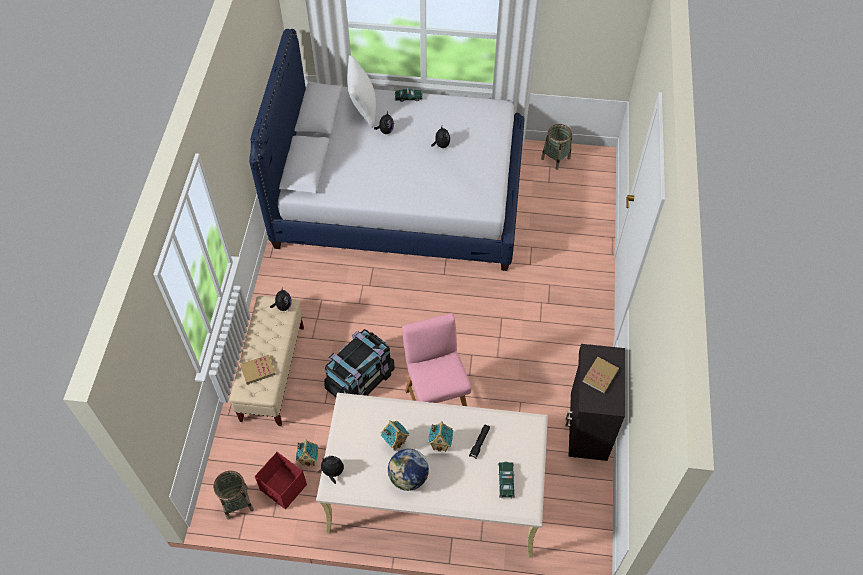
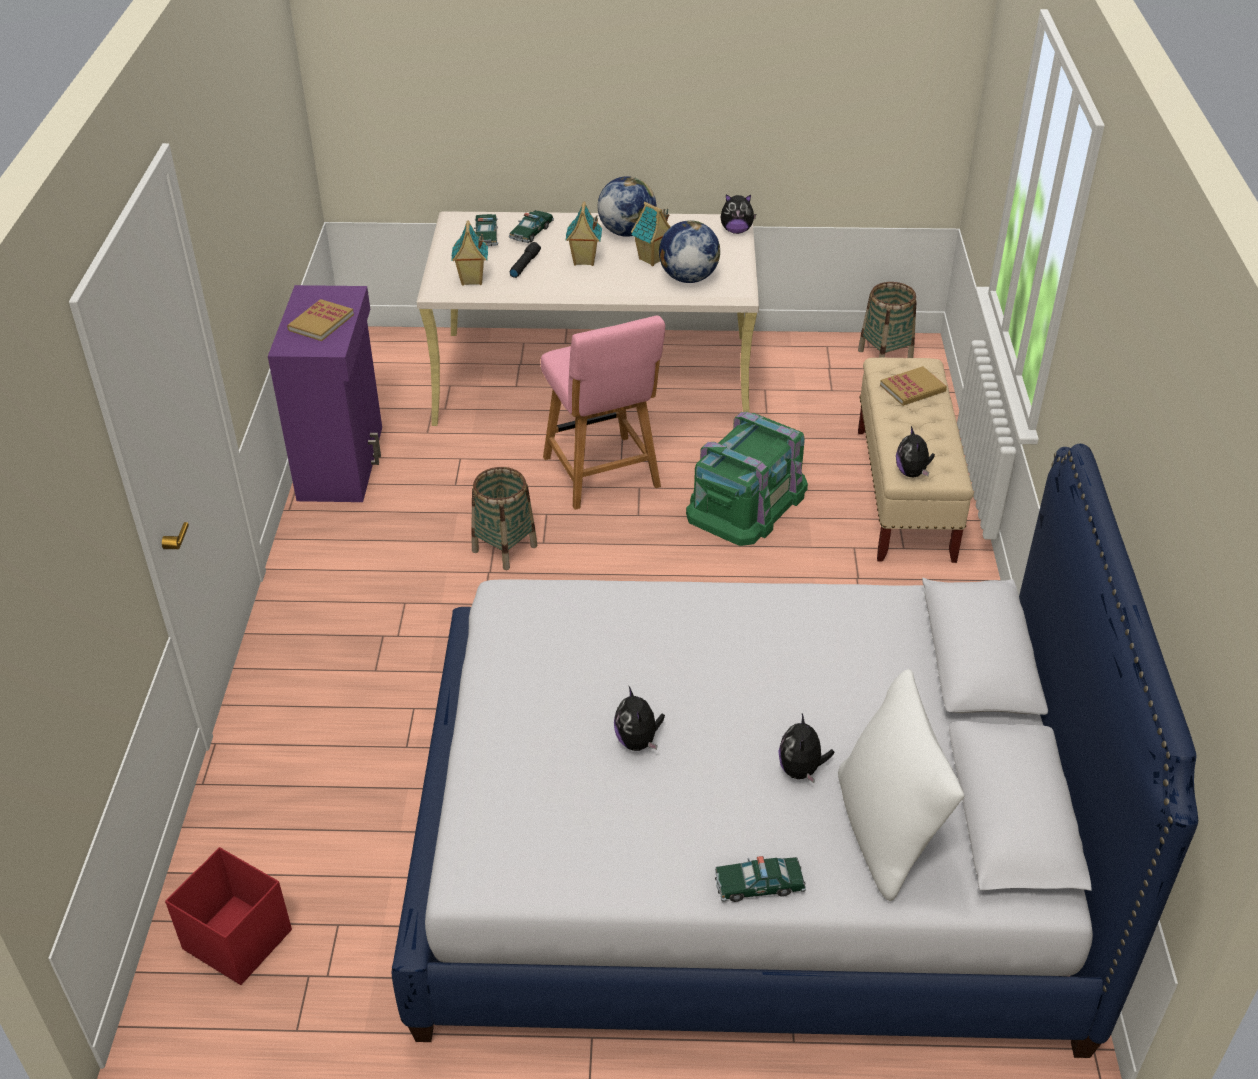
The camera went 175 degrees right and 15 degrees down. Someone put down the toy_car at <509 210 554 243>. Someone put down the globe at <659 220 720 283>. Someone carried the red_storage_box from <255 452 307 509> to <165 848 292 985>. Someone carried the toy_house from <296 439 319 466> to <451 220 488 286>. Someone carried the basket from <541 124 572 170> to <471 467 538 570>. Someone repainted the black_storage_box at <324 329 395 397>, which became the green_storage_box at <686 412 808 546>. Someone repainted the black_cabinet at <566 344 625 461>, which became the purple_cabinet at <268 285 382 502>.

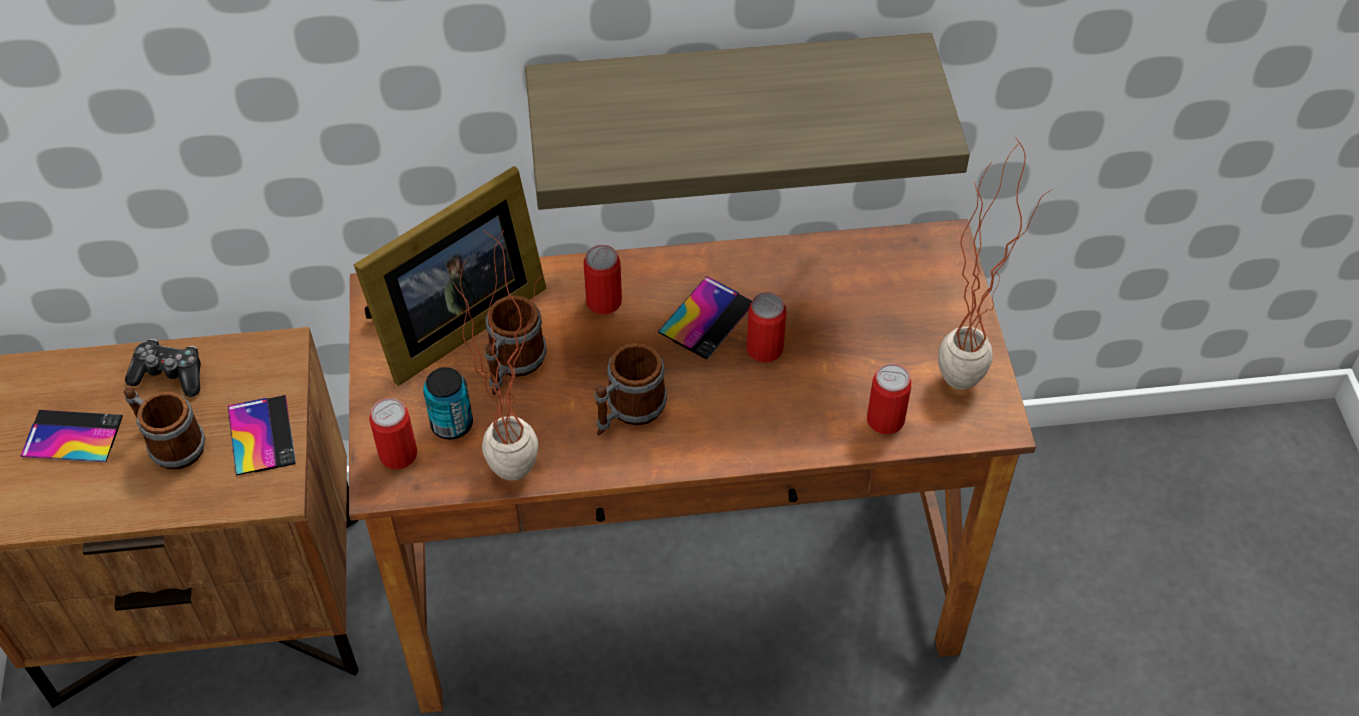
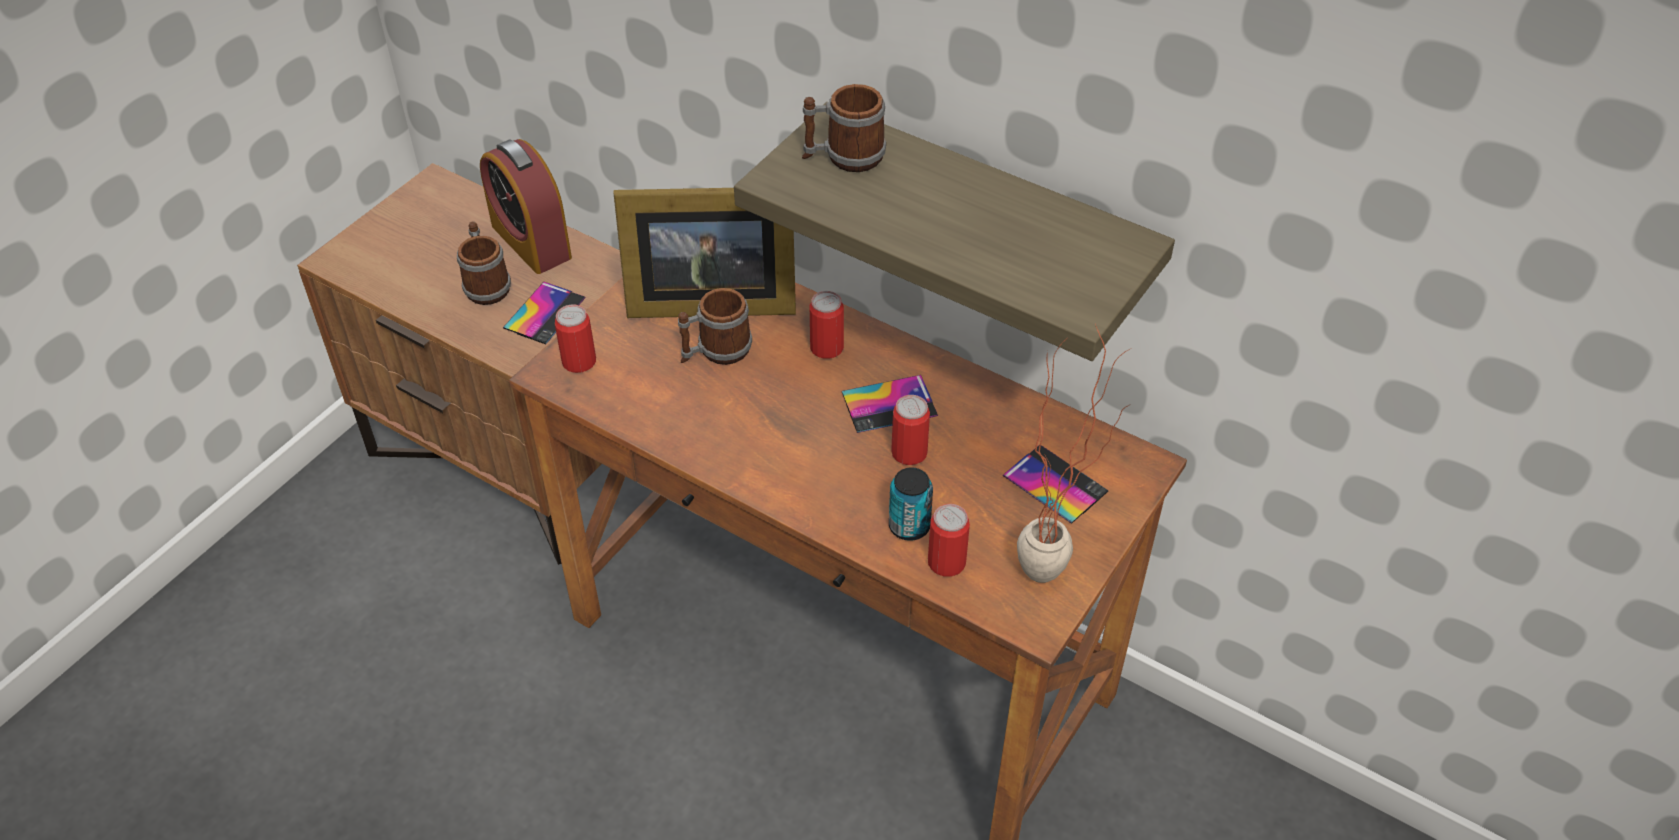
The camera went 40 degrees right and 5 degrees down. Someone took away the potted_plant at <453 231 543 481>. Someone carried the phone from <21 410 123 462> to <1003 445 1108 524>. Someone carried the can from <423 367 473 440> to <889 468 933 541>. Someone carried the mug from <595 343 667 435> to <802 84 886 172>. Someone swapped the game_controller at <125 339 201 397> for the alarm_clock at <480 139 572 274>.

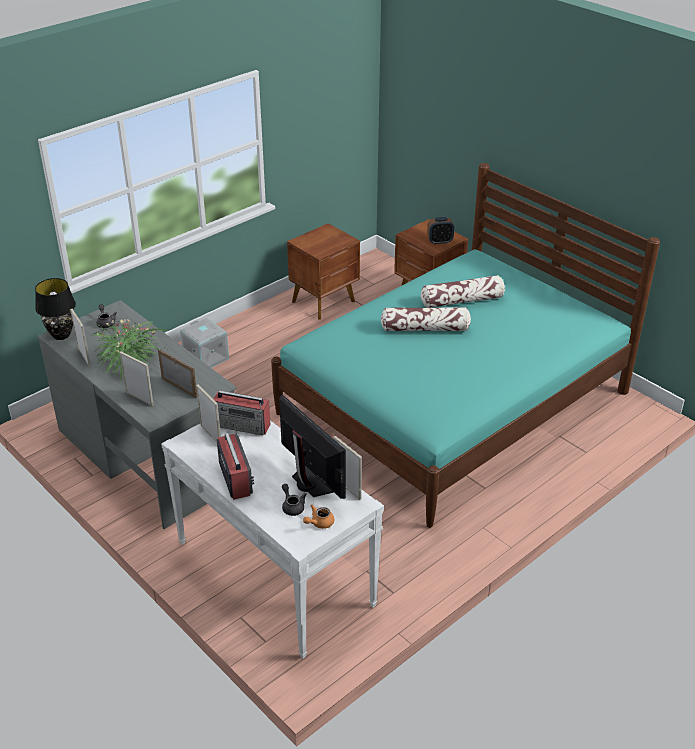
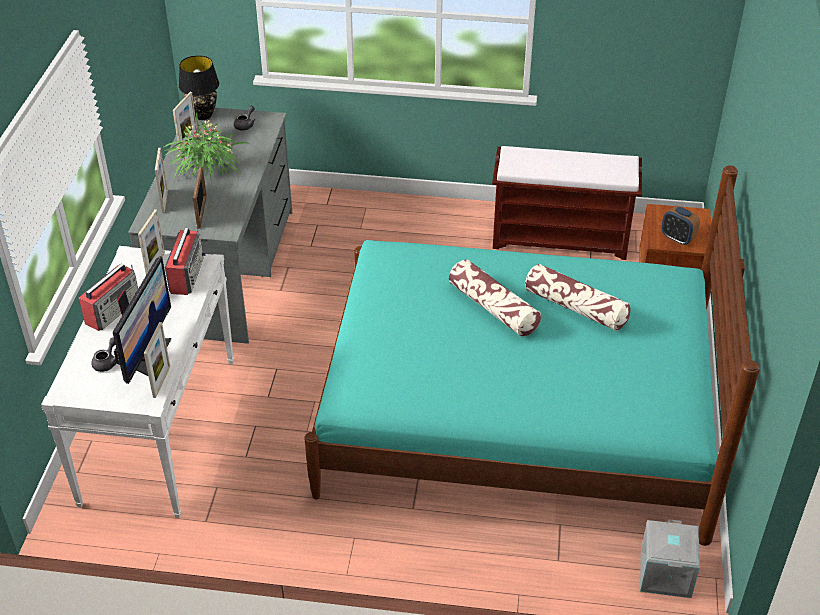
The camera went 50 degrees right and 5 degrees up. Someone took away the orange_teapot at <303 505 334 529>. Someone carried the grey_storage_box from <180 318 229 368> to <640 519 700 598>. Someone swapped the brown_nightstand at <287 223 360 319> for the brown_bench at <492 146 642 260>. Someone rotated the radio at <213 390 271 435> by 150 degrees counterclockwise.

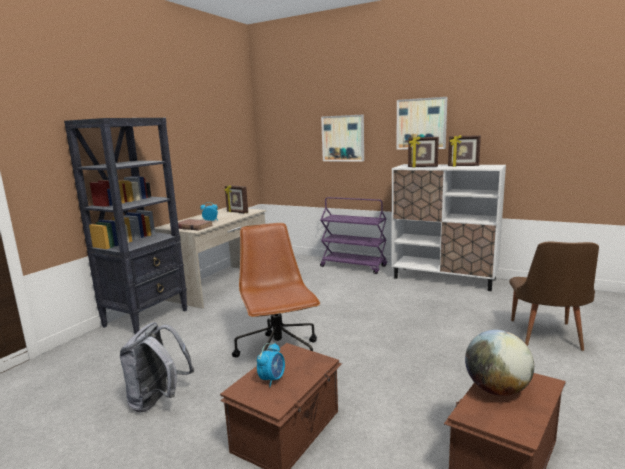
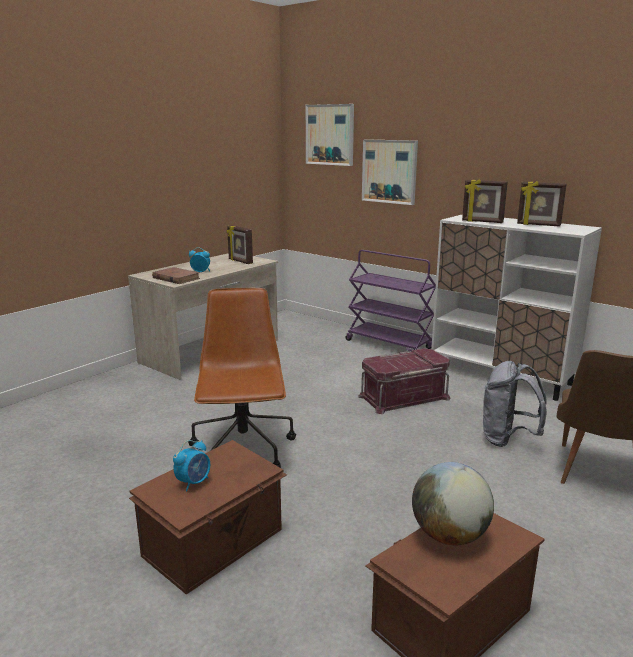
The camera went 10 degrees right and 5 degrees up. Someone took away the black_bookcase at <64 118 188 334>. Someone put down the red_storage_box at <358 348 450 414>. Someone carried the grey_backpack from <120 322 194 412> to <483 361 547 447>. Someone carried the picture from <396 97 447 149> to <306 104 354 166>.

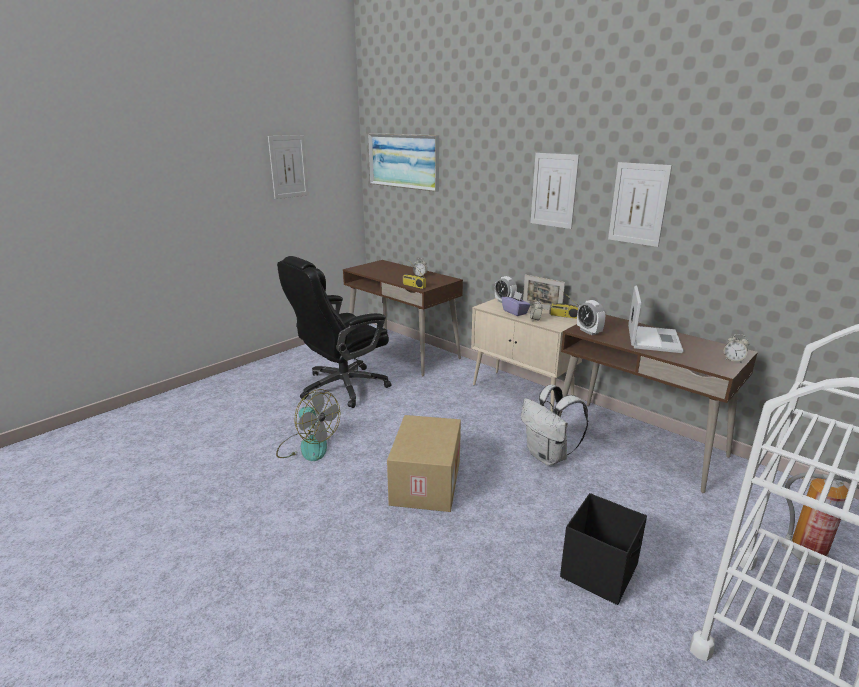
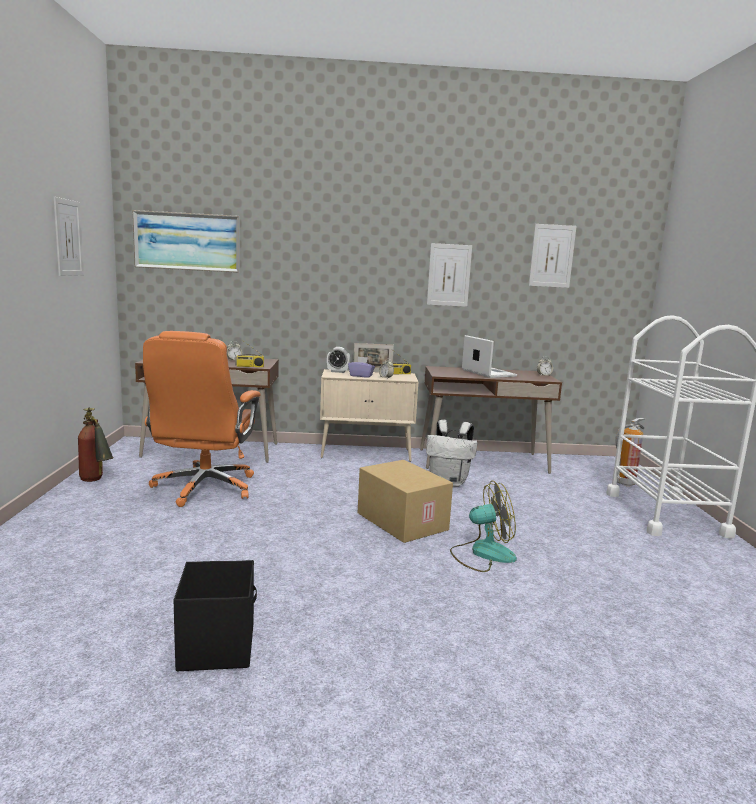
The camera went 45 degrees left and 10 degrees down. Someone took away the alarm_clock at <577 300 605 335>. Someone put down the fire_extinguisher at <78 407 113 482>. Someone carried the fan from <276 389 340 461> to <450 481 517 572>. Someone carried the picture from <531 153 579 229> to <529 224 577 288>. Someone carried the black_storage_box from <560 493 647 605> to <174 560 257 671>. Someone repainted the black_office_chair at <277 256 391 408>, which became the orange_office_chair at <143 331 261 507>.

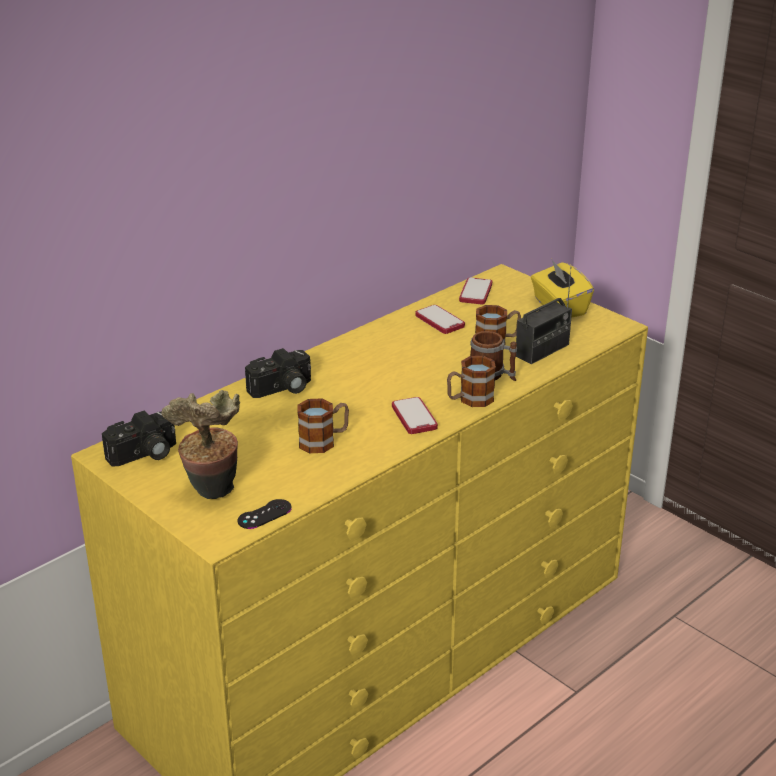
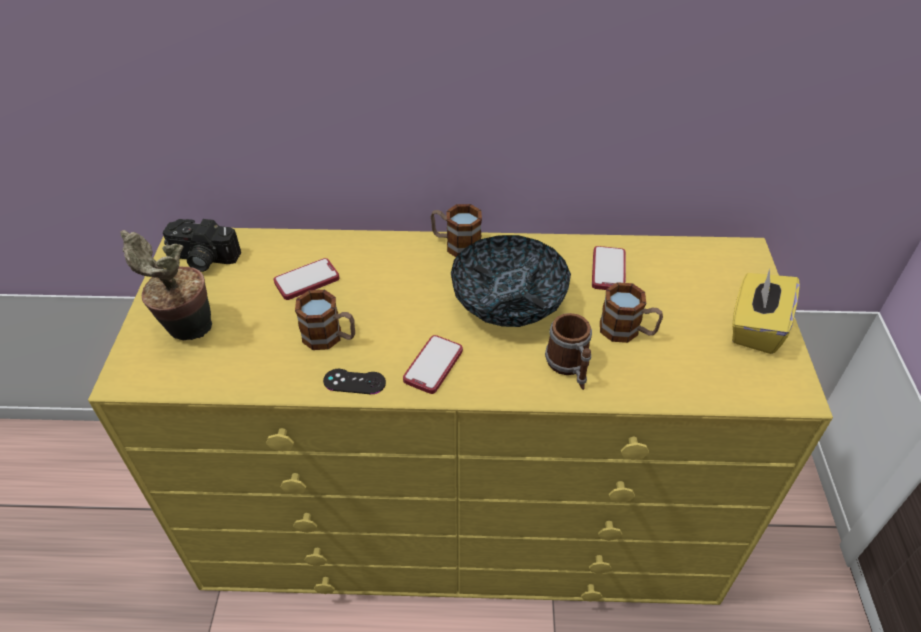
The camera went 45 degrees right and 15 degrees up. Someone took away the photo_camera at <245 348 311 398>. Someone took away the radio at <516 267 572 364>. Someone put down the bowl at <451 235 571 327>. Someone carried the black_game_controller from <238 499 292 529> to <323 369 386 394>. Someone carried the mug from <447 356 496 407> to <431 204 482 257>. Someone carried the phone from <459 277 492 304> to <274 258 339 300>.

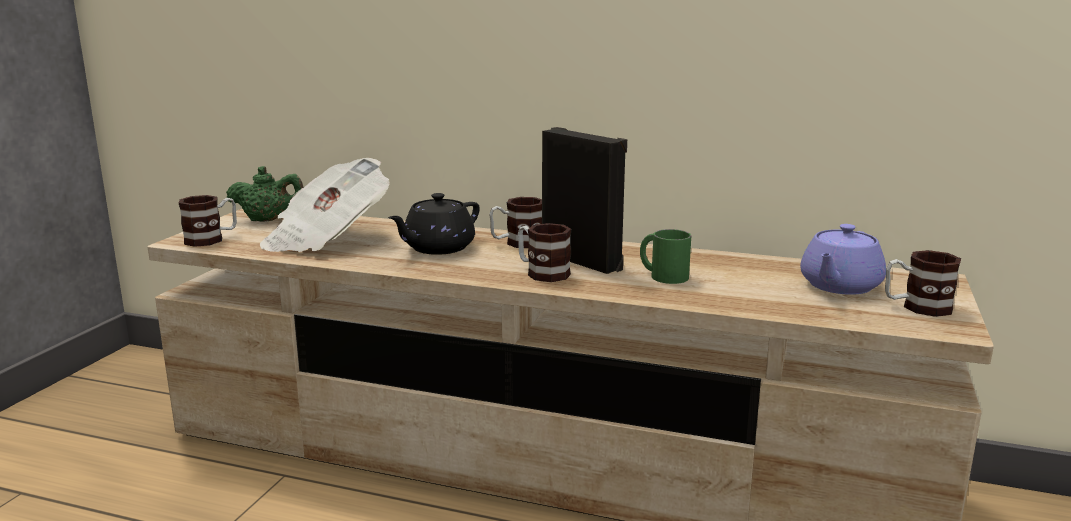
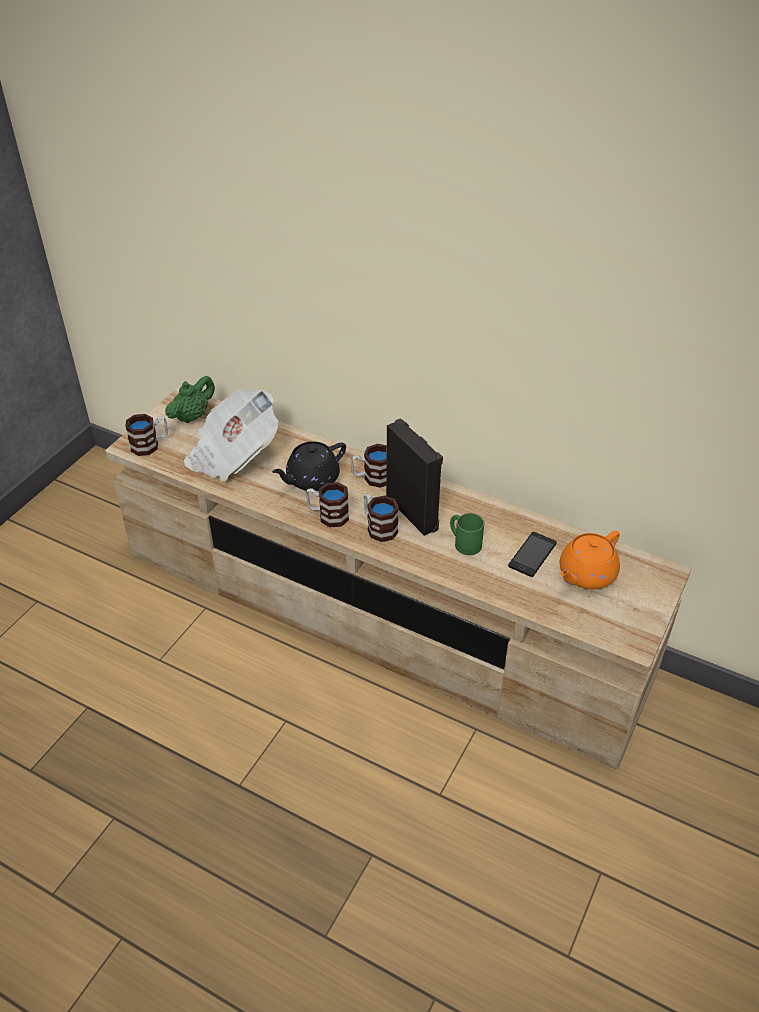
The camera went 10 degrees right and 25 degrees up. Someone put down the phone at <508 532 557 577>. Someone carried the mug from <885 250 961 317> to <306 482 349 527>. Someone repainted the purple_teapot at <800 224 886 295>, which became the orange_teapot at <560 530 620 589>. Someone rotated the green_teapot at <226 166 303 222> by 60 degrees counterclockwise.

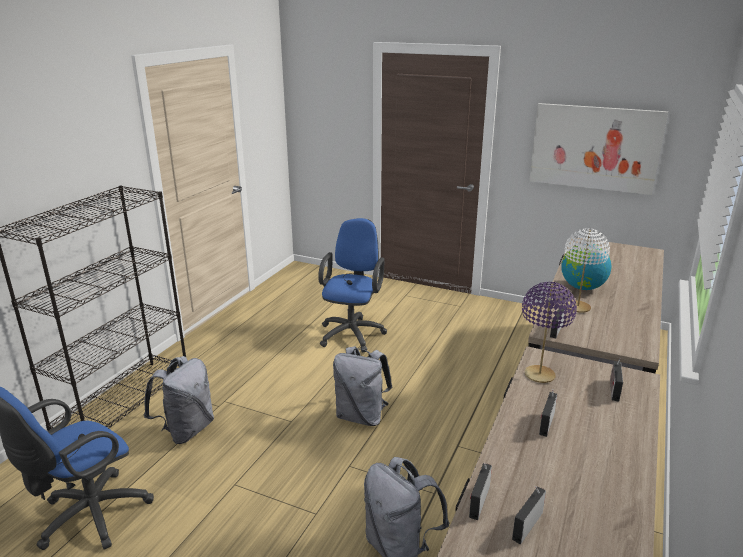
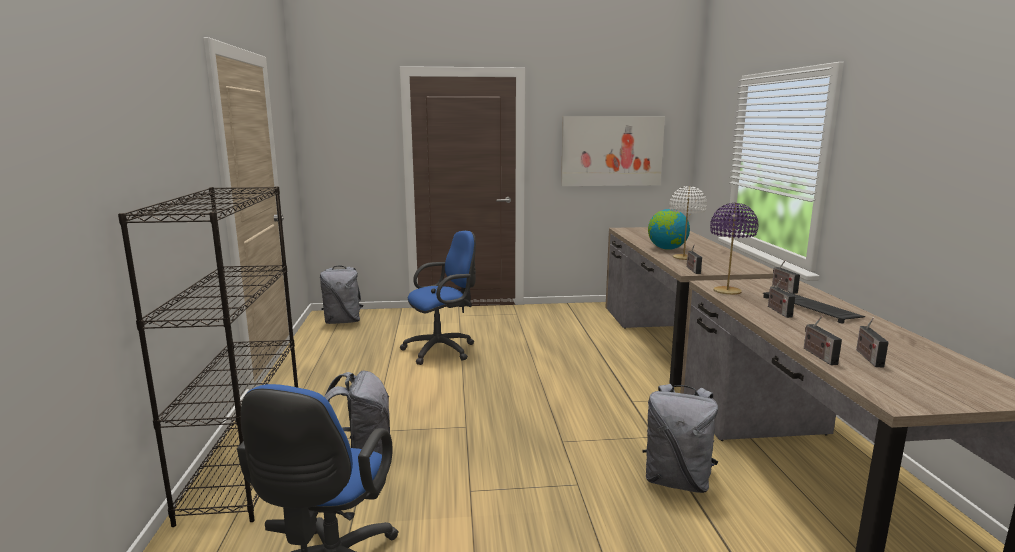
The camera went 30 degrees left and 10 degrees down. Someone put down the keyboard at <763 292 865 324>. Someone carried the grey_backpack from <333 346 392 426> to <320 266 363 324>. Someone rotated the blue_office_chair at <318 218 387 352> by 75 degrees clockwise.

